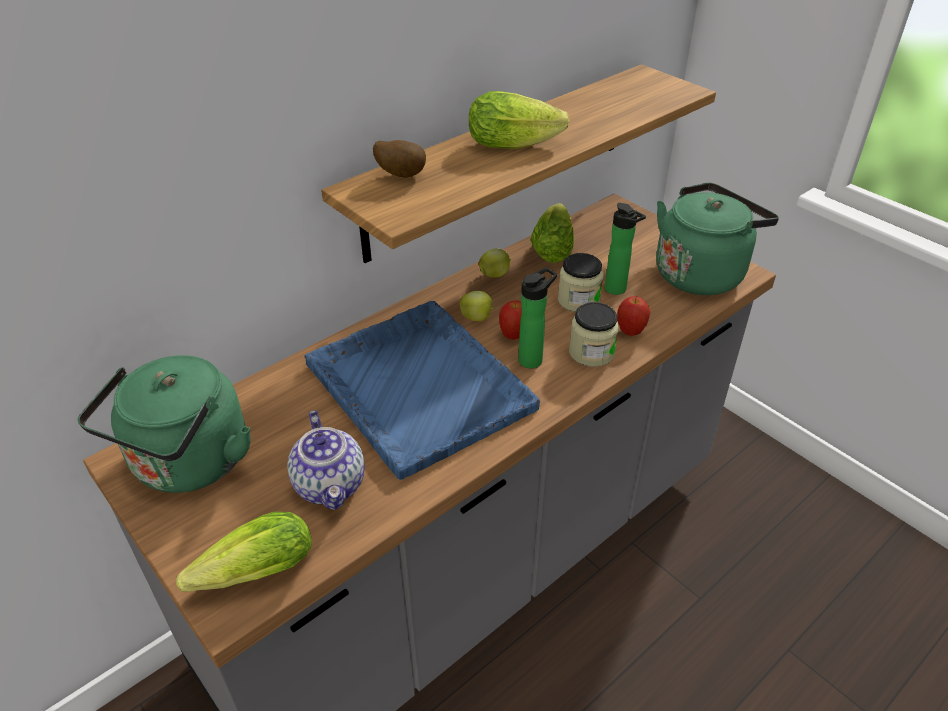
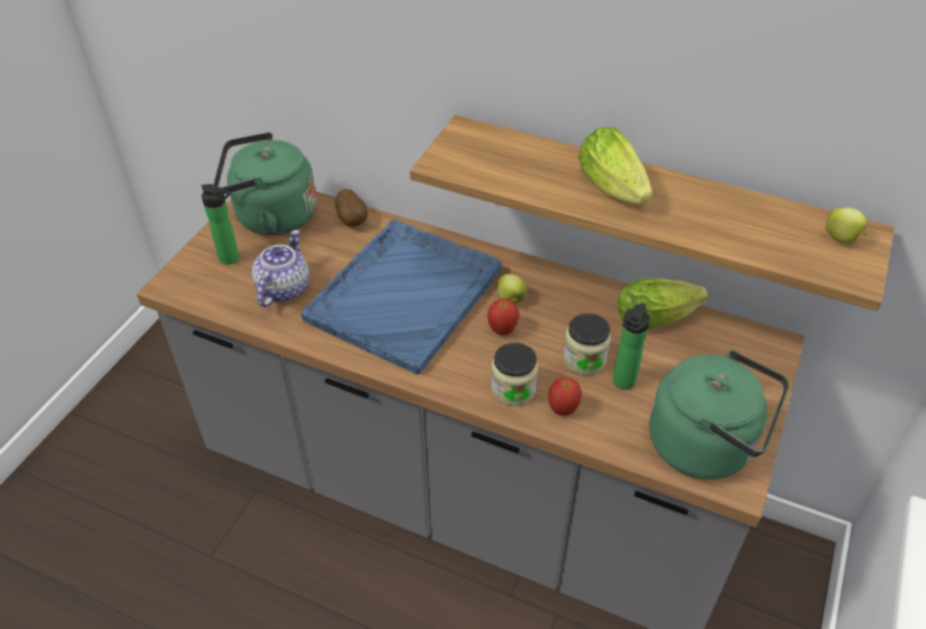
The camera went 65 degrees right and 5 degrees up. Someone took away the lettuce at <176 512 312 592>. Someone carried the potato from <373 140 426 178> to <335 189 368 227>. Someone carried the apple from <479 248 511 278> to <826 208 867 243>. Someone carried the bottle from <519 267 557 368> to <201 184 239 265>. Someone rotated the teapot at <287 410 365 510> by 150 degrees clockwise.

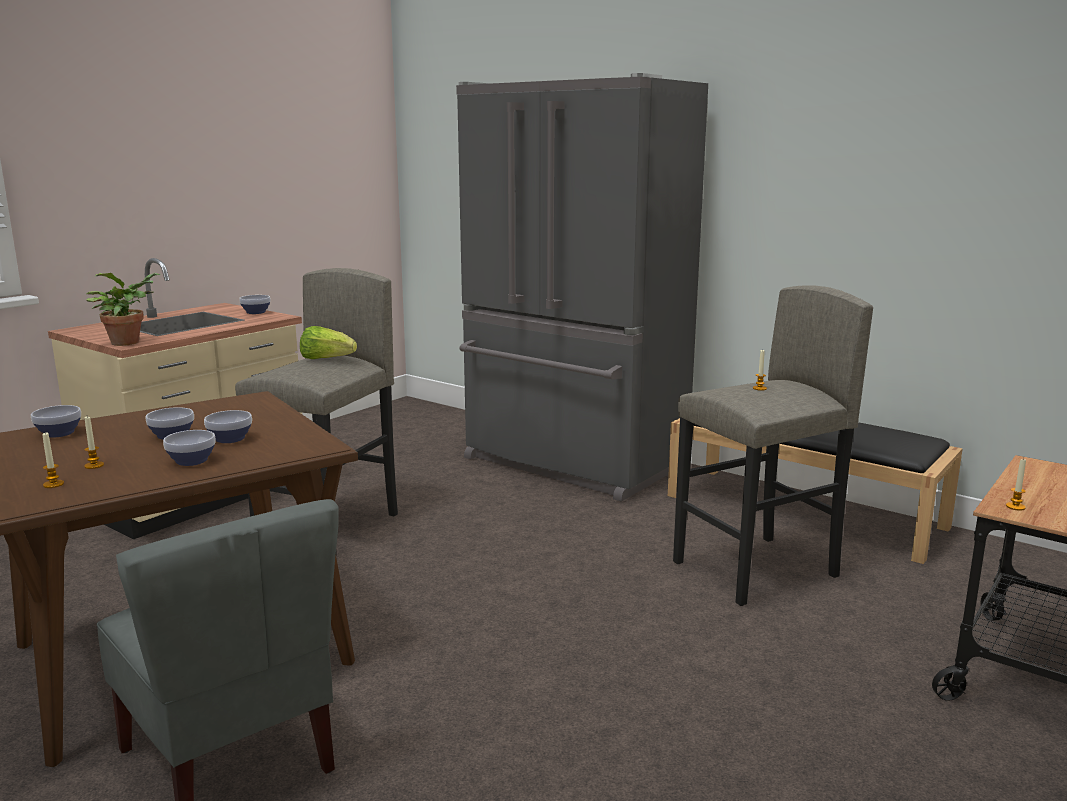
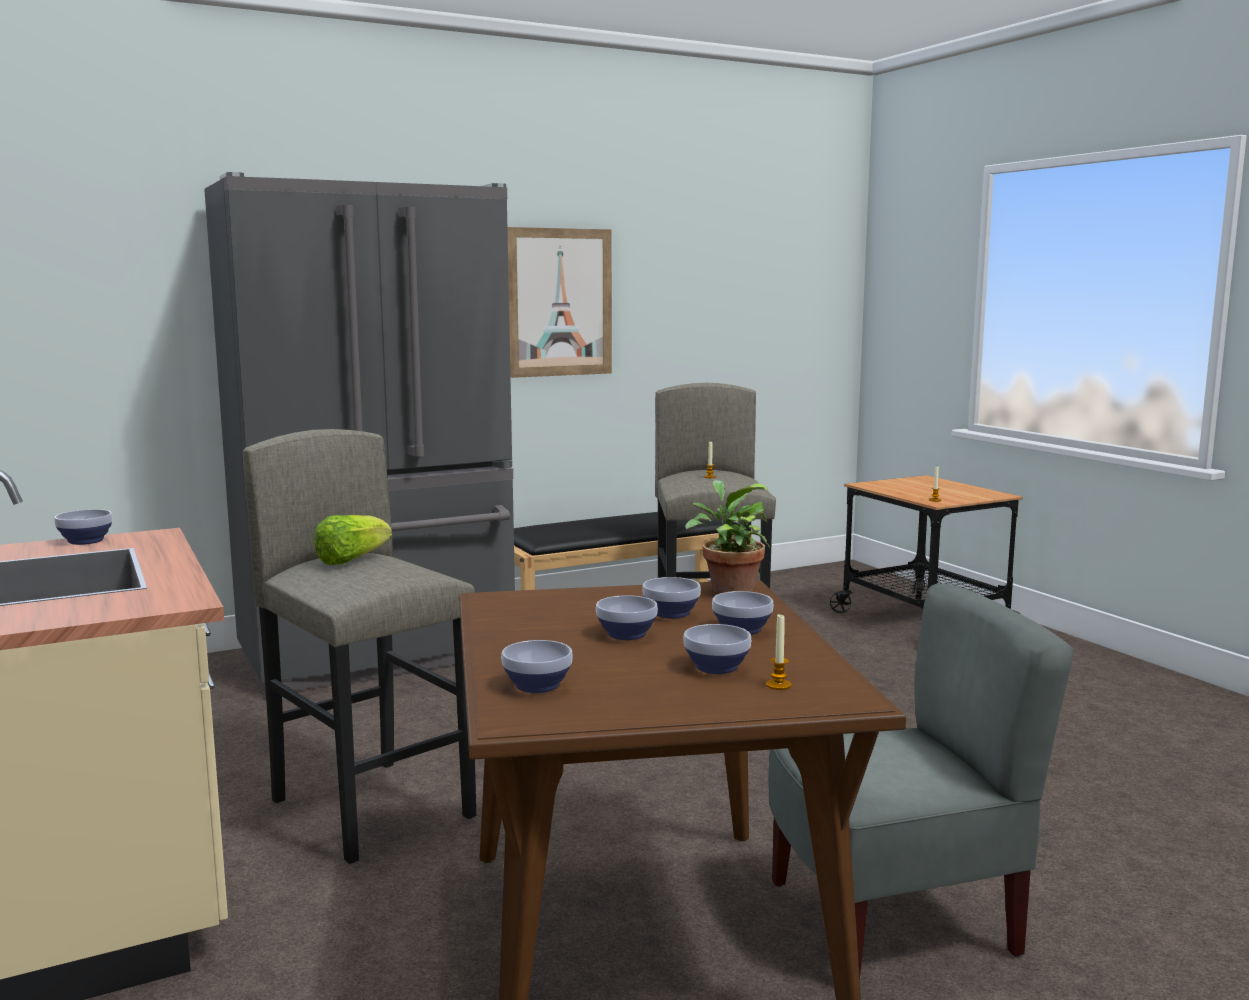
The camera went 65 degrees left and 5 degrees down. Someone put up the picture at <507 227 612 378>. Someone carried the potted_plant from <86 273 160 346> to <685 480 770 595>. Someone swapped the candle at <84 417 104 469> for the bowl at <683 624 751 674>.

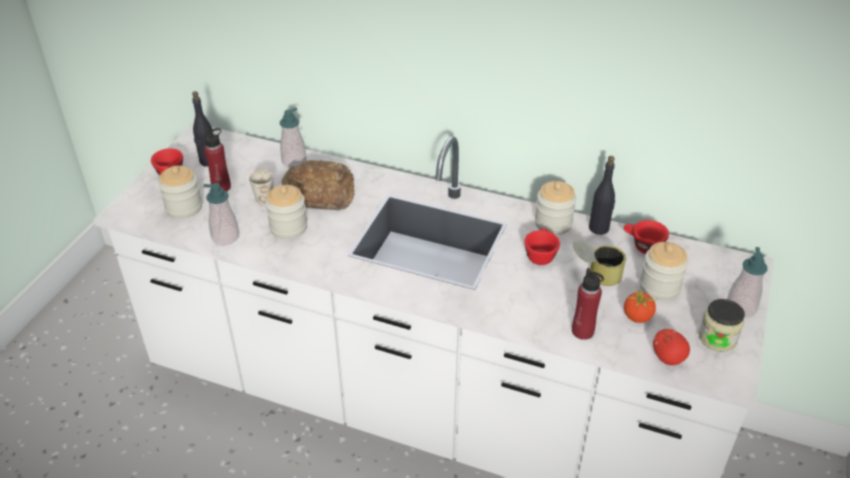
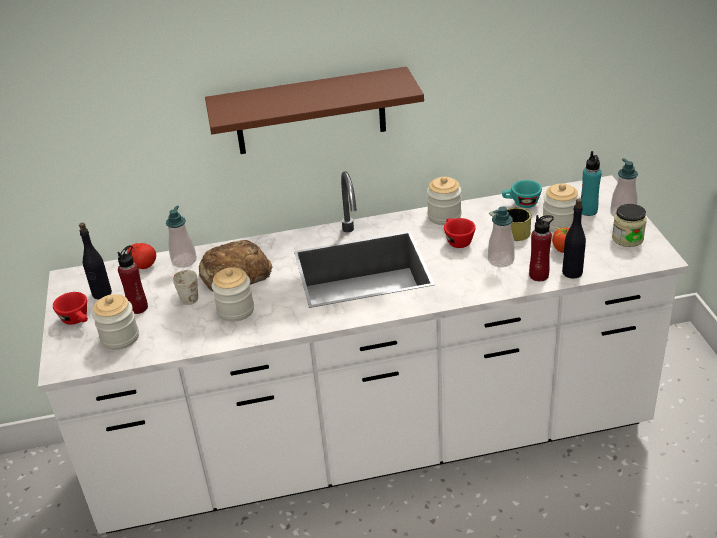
The camera went 30 degrees left and 5 degrees down. Someone put up the brown_shelf at <205 67 424 154>. Someone put down the turquoise_bottle at <581 151 602 216>. Someone carried the soap_dispenser from <204 183 239 245> to <488 207 515 267>. Someone carried the black_bottle from <589 156 615 235> to <562 199 586 278>. Someone carried the apple from <653 329 690 365> to <127 243 156 269>. Someone repainted the red_cup at <624 220 669 254>, which became the turquoise_cup at <502 180 542 208>.

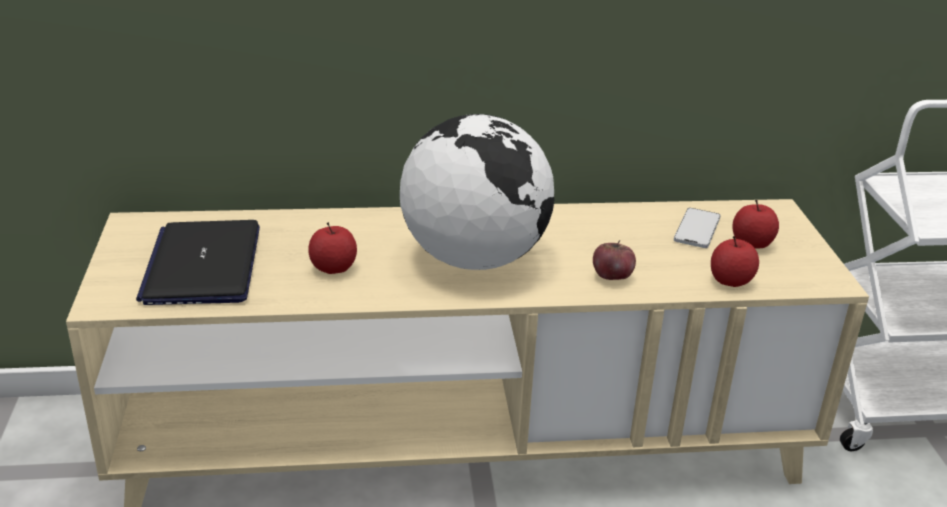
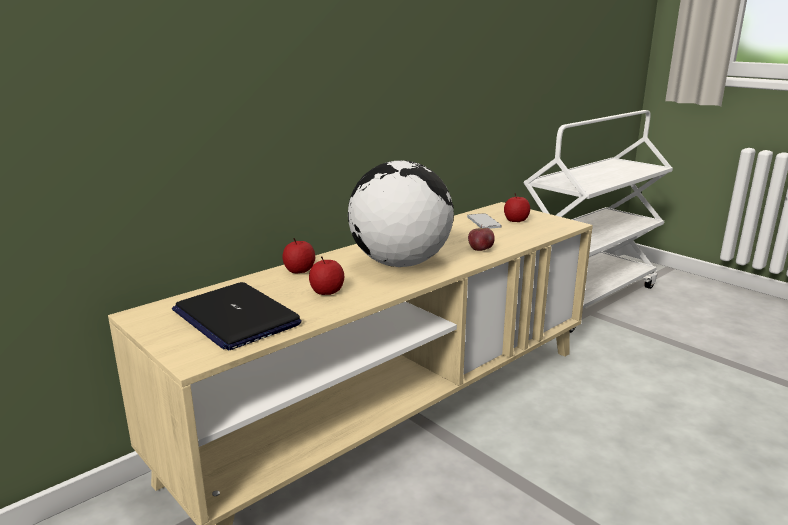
The camera went 35 degrees left and 10 degrees down. Someone carried the apple from <711 236 759 287> to <282 238 315 274>.

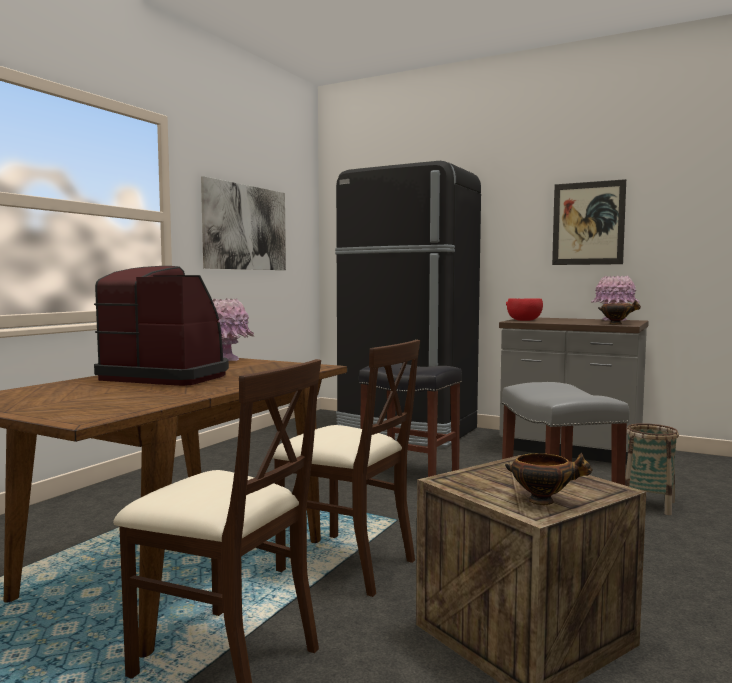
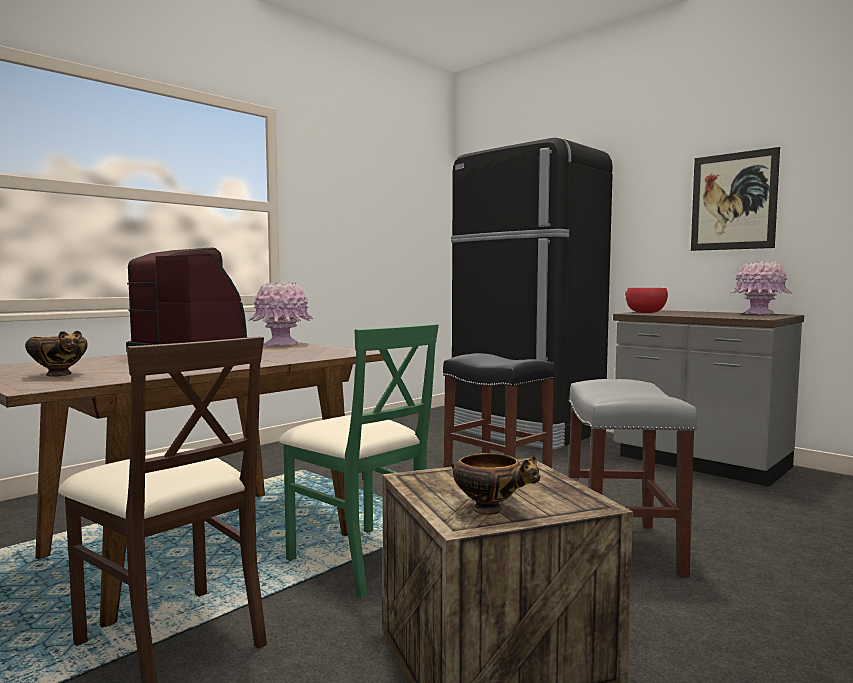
The camera went 15 degrees right and 0 degrees up. Someone took away the picture at <201 176 286 270>. Someone took away the basket at <625 423 679 515>. Someone carried the bowl from <598 300 641 324> to <25 331 88 376>. Someone repainted the beige_chair at <273 340 420 597>, which became the green_chair at <279 324 439 598>.

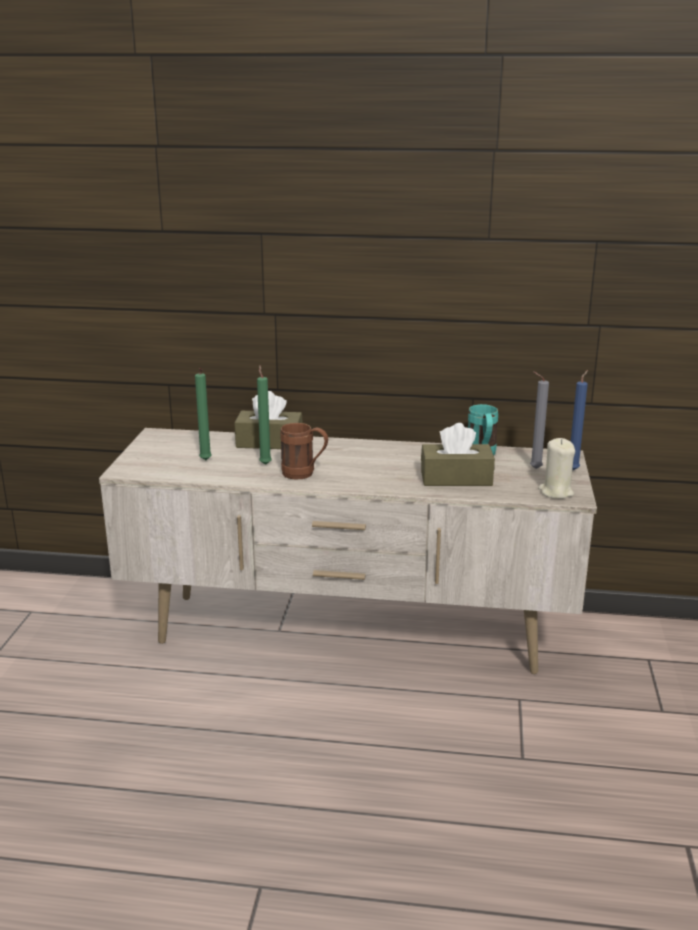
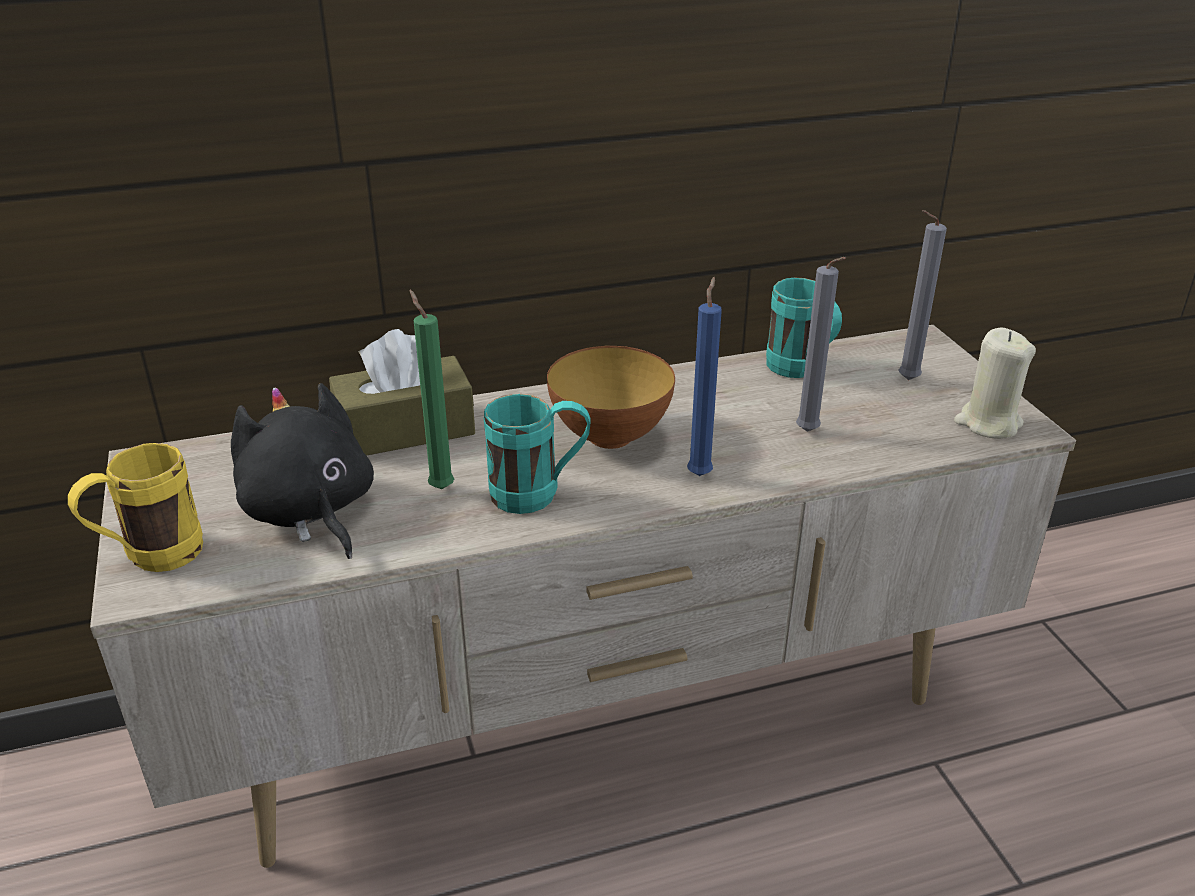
The camera went 25 degrees left and 10 degrees up. Someone put down the yellow_mug at <68 443 203 572>. Someone put down the bowl at <547 346 675 449>. Someone carried the blue_candle from <571 370 588 470> to <687 277 722 476>. Someone swapped the green_candle at <195 368 212 460> for the black_plush_toy at <231 383 374 559>. Someone swapped the brown_tissue_box at <421 423 495 486> for the grey_candle at <796 257 846 432>. Someone repainted the brown_mug at <280 423 328 479>, which became the turquoise_mug at <483 394 590 514>.

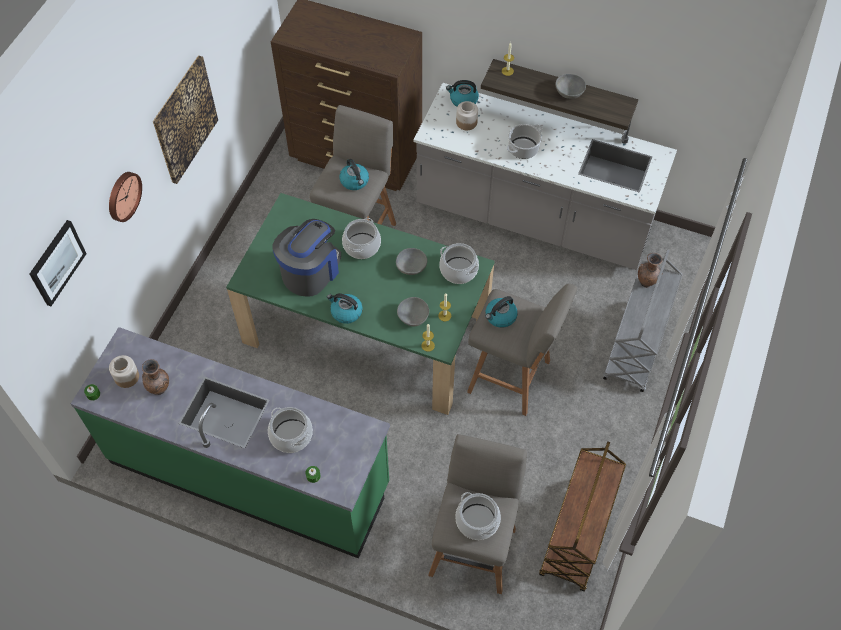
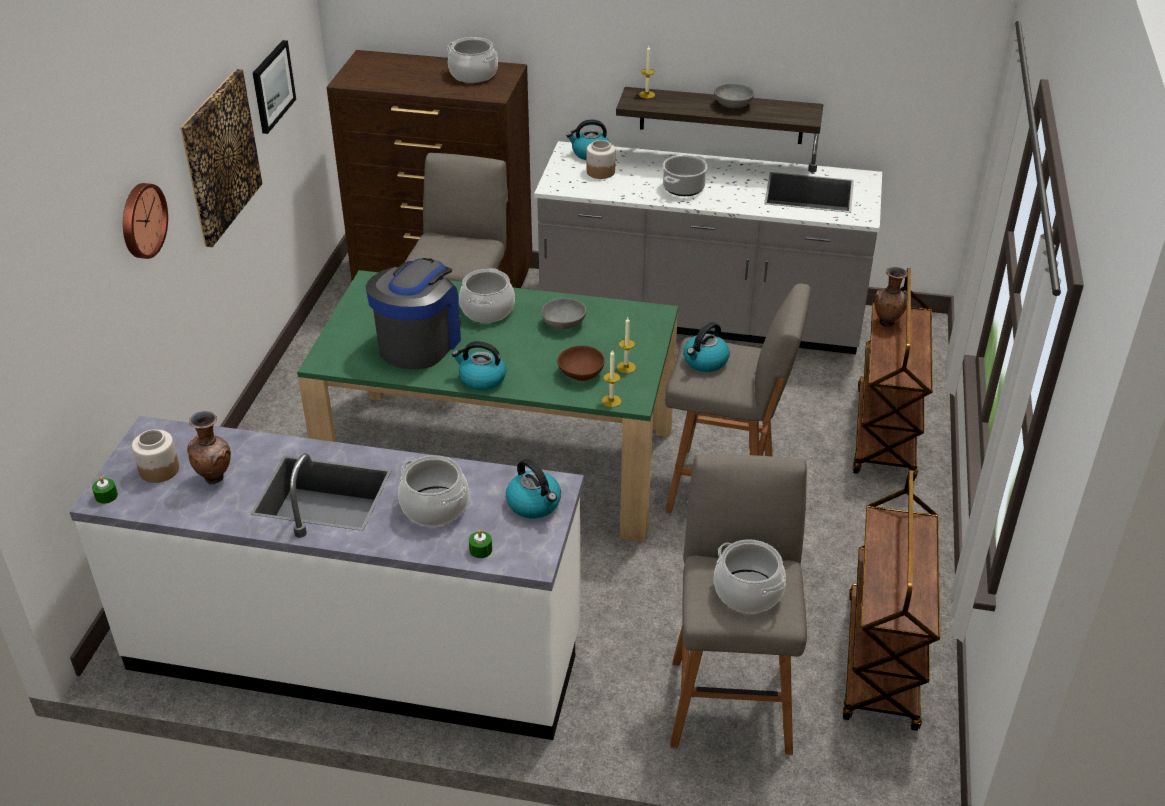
The camera went 10 degrees left and 20 degrees down. Someone carried the picture from <30 220 86 306> to <253 40 296 134>. Someone carried the kettle from <339 159 369 190> to <506 459 561 518>. Someone carried the cooking_pot from <439 243 479 284> to <447 37 498 83>. Someone repainted the green_counter at <71 327 390 559>, which became the white_counter at <70 416 584 740>. Someone repainted the grey_bowl at <397 297 429 327>, which became the brown_bowl at <557 346 605 381>. Someone repainted the grey_cart at <603 249 683 392>, which became the brown_cart at <853 268 933 481>.

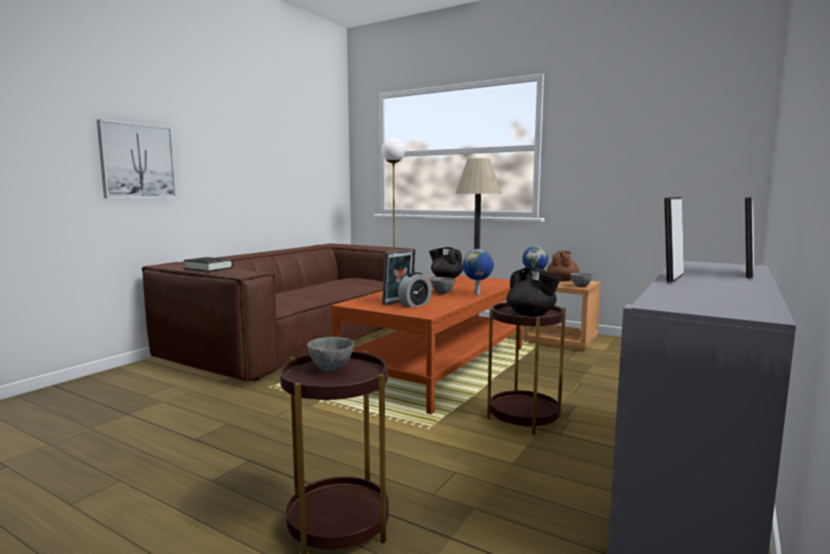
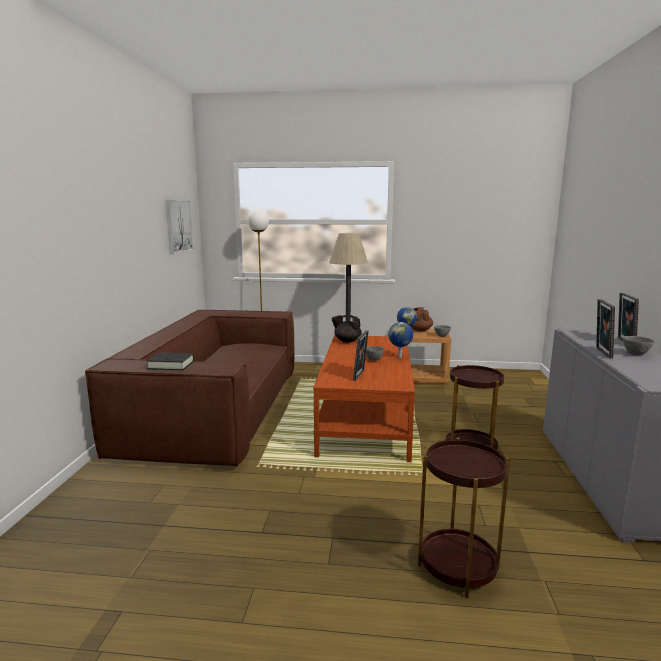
The camera went 25 degrees left and 5 degrees up. Someone took away the alarm_clock at <398 272 432 308>. Someone took away the black_teapot at <507 267 562 317>. Someone carried the picture from <97 119 177 198> to <165 199 194 254>. Someone carried the grey_bowl from <307 337 354 372> to <623 336 655 355>.

